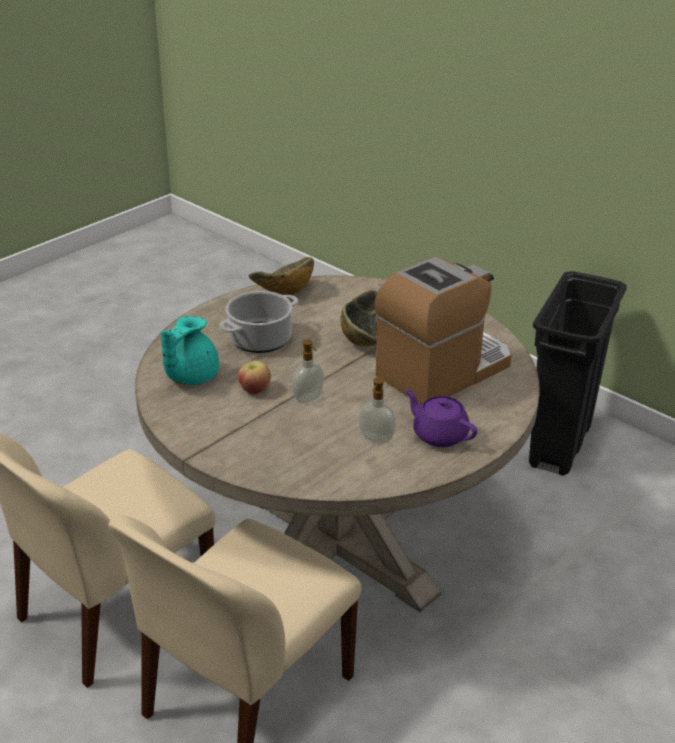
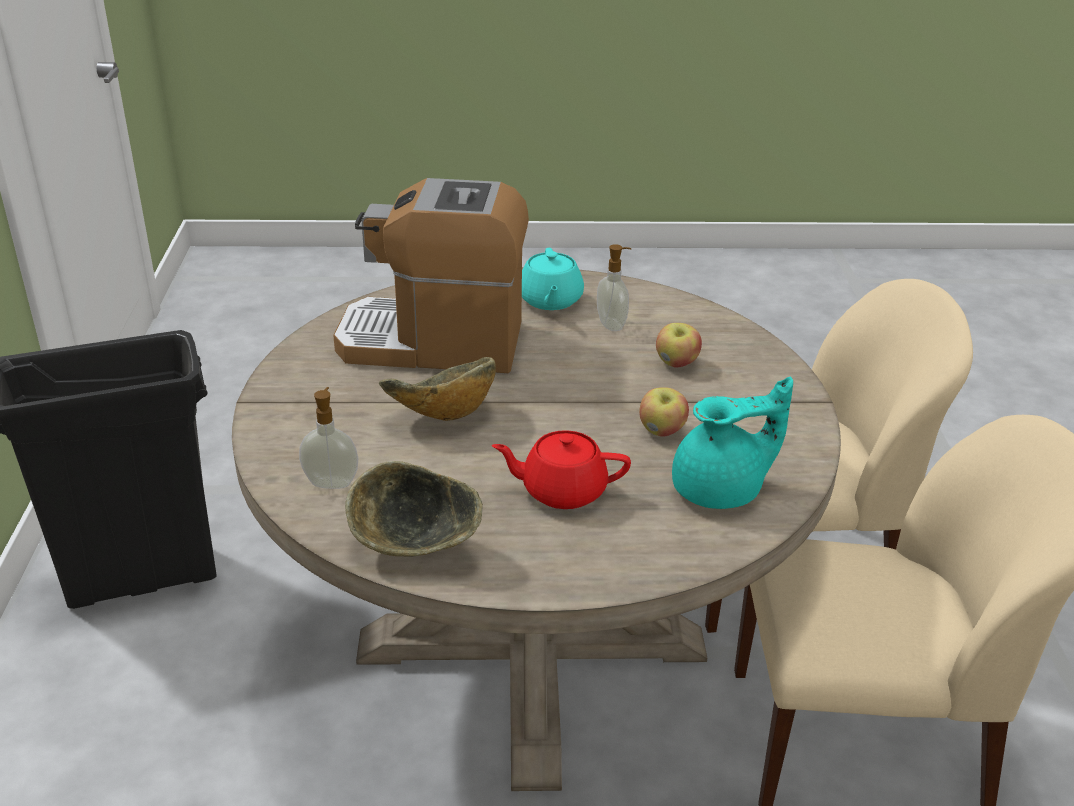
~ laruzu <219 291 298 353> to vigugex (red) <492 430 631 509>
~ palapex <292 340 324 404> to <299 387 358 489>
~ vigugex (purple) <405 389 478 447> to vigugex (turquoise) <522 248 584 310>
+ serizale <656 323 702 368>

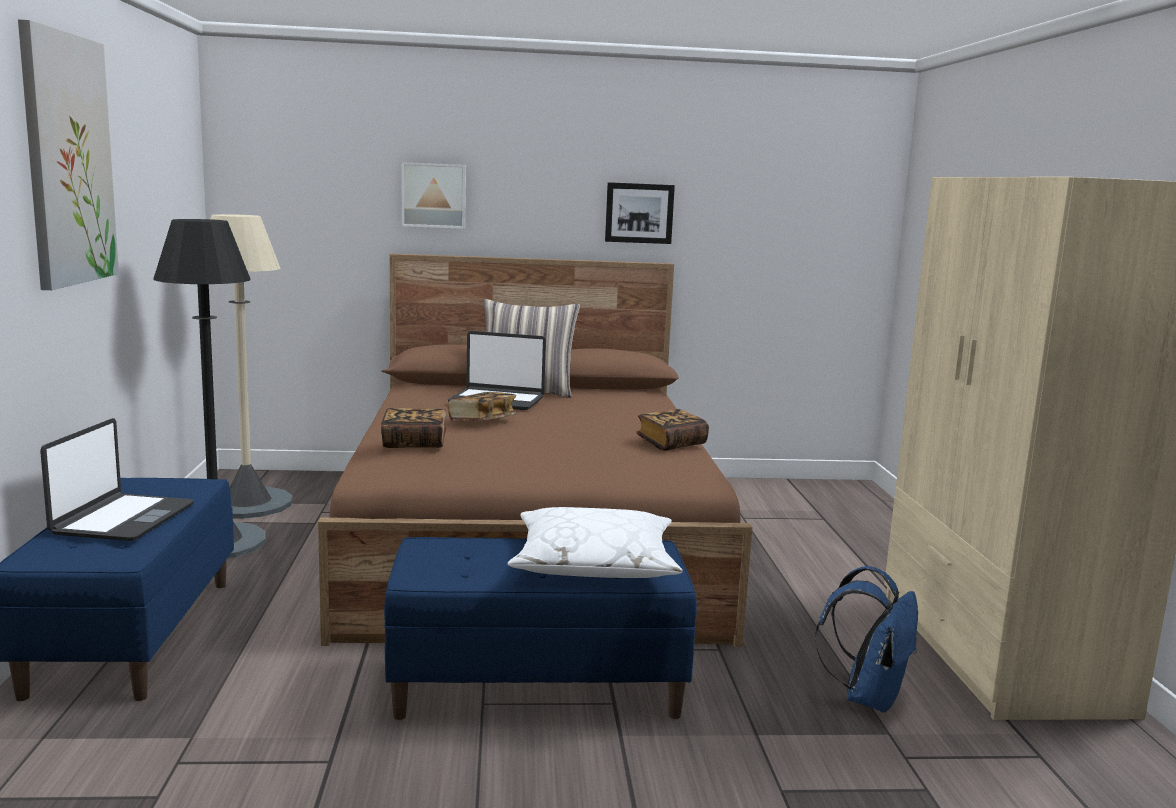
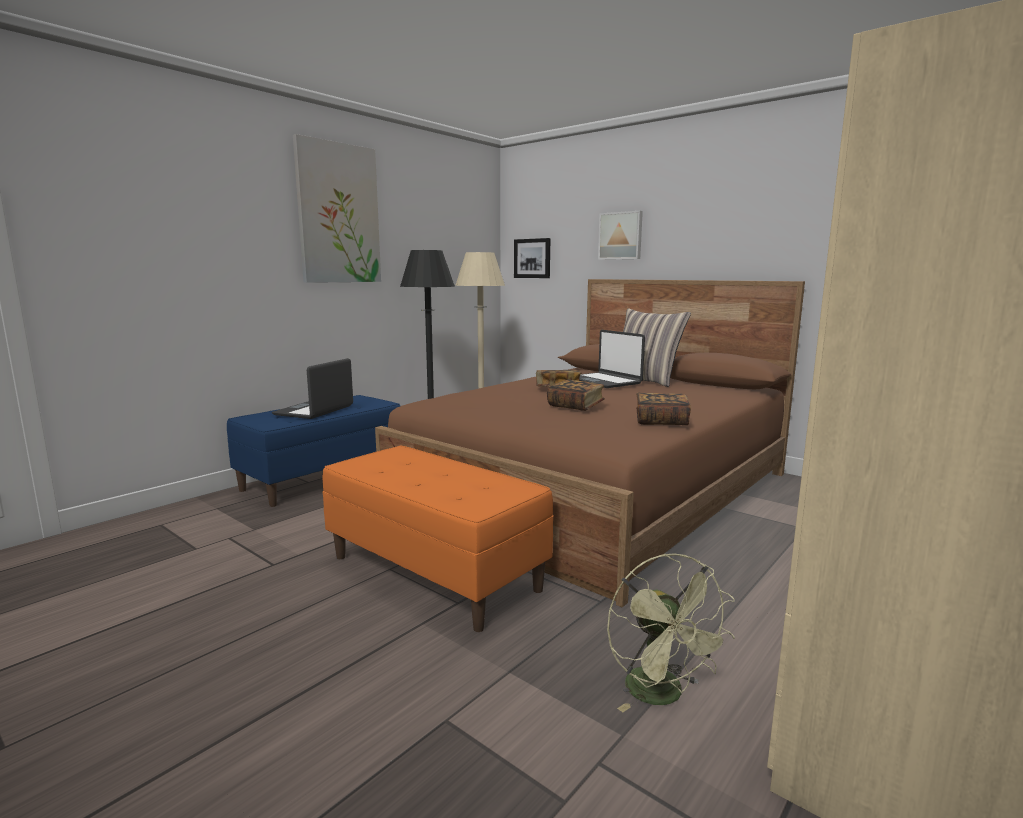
~ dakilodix <605 182 675 244> to <514 238 550 278>
~ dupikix <381 408 446 448> to <547 379 605 411>
~ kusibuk <40 418 194 541> = <272 358 353 419> 150 degrees clockwise
- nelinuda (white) <507 507 683 578>
~ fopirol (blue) <384 537 697 720> to fopirol (orange) <323 446 554 632>
~ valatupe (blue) <815 566 918 713> to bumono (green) <607 553 735 712>

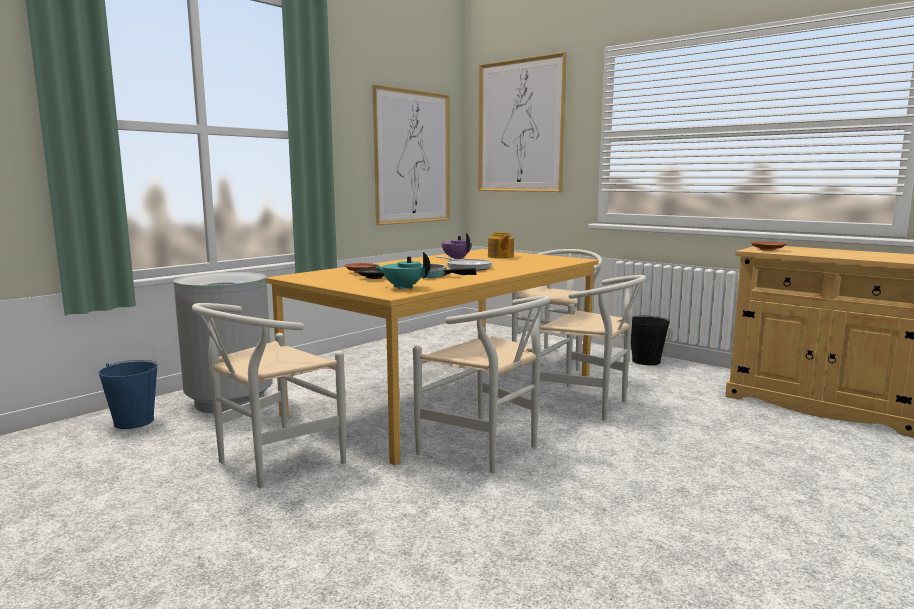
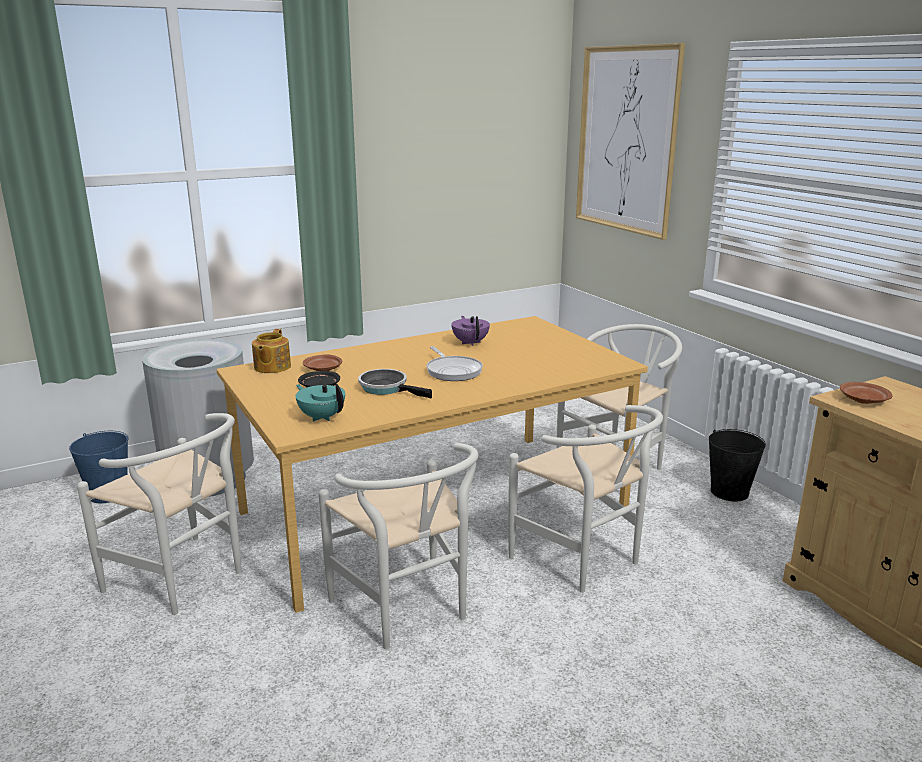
- dakilodix <373 84 450 225>
~ vigugex <488 232 514 258> to <252 329 291 373>
~ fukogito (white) <192 303 346 488> = <77 413 242 615> 120 degrees counterclockwise

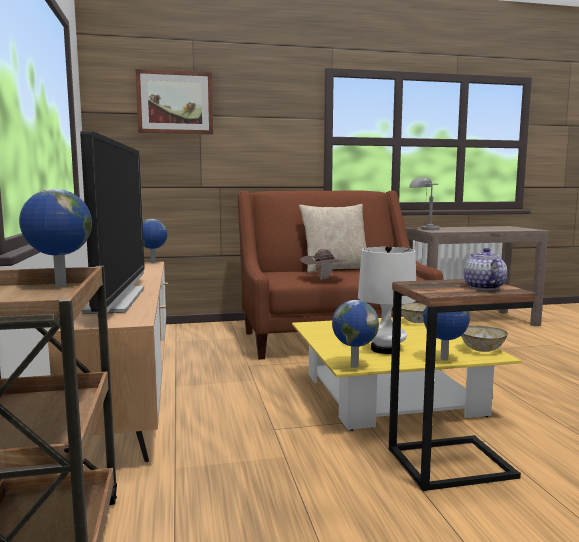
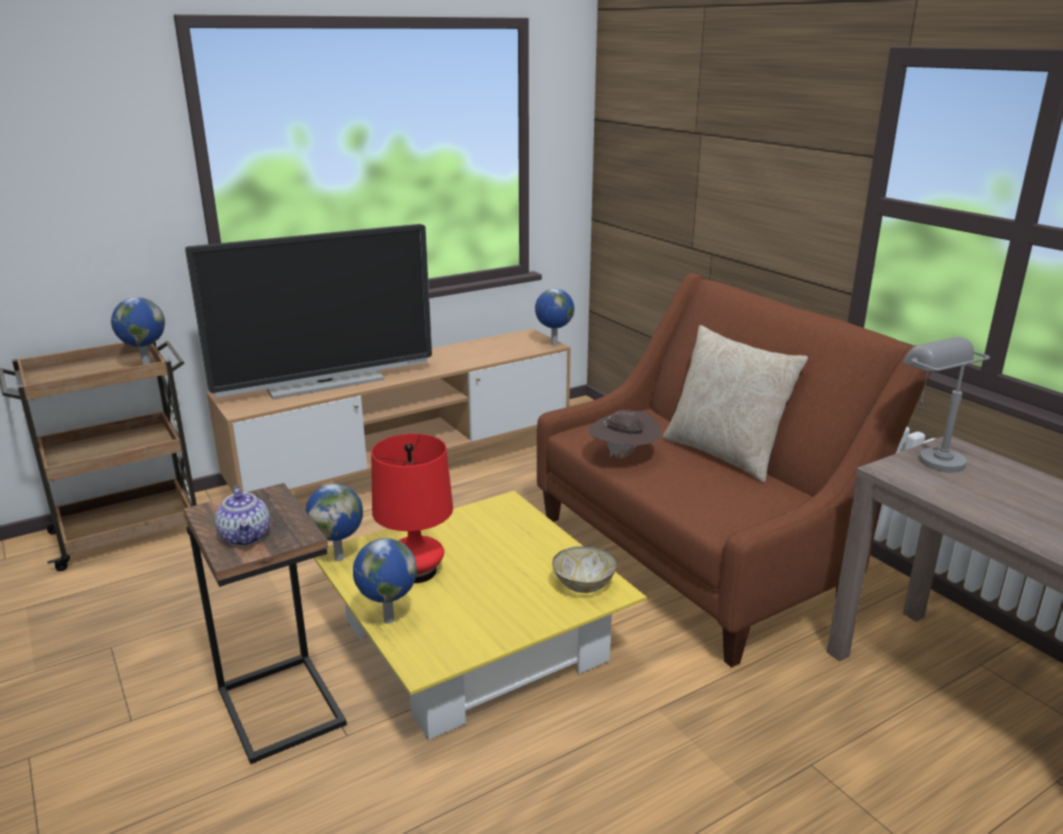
- dakilodix <136 69 213 135>
~ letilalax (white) <358 245 416 354> to letilalax (red) <371 434 453 583>
~ vigugex <463 248 507 290> = <215 486 270 546> 90 degrees clockwise
- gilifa <461 326 508 352>

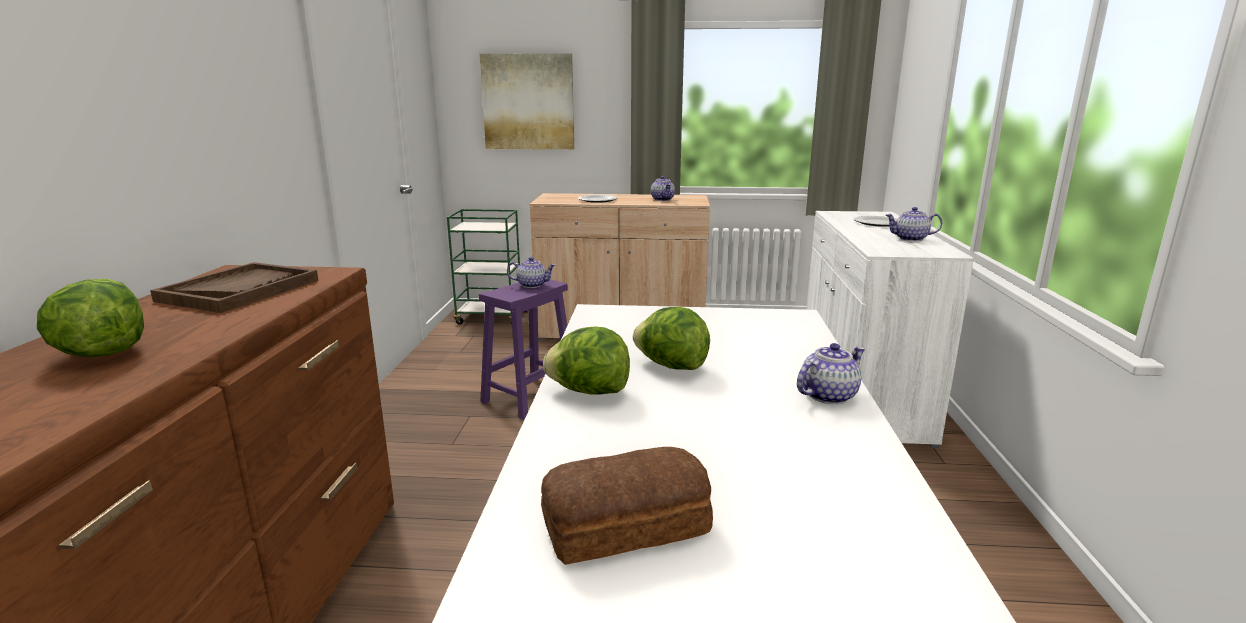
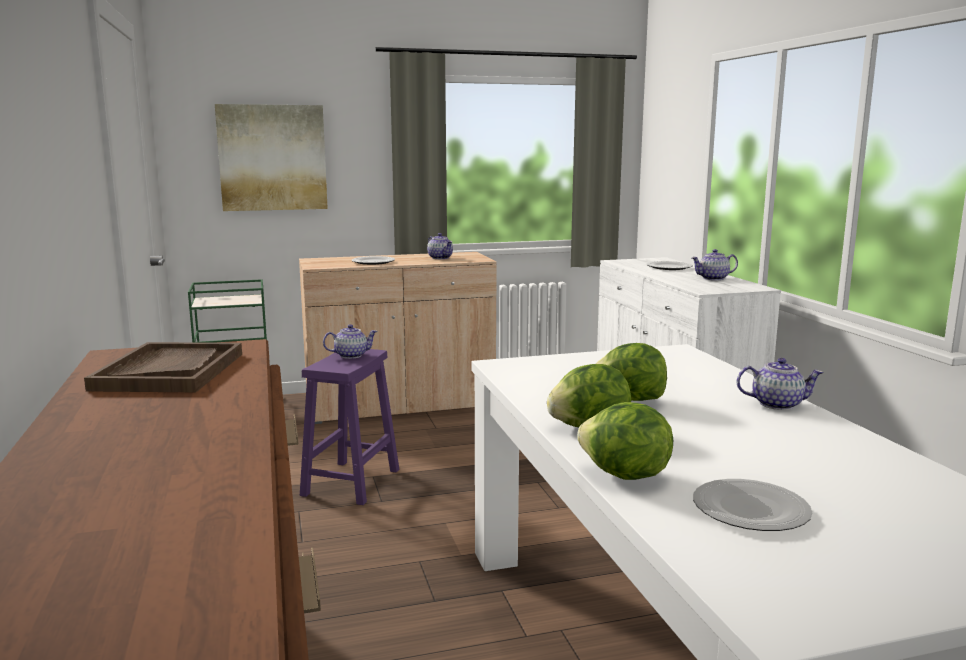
~ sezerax <37 279 144 357> to <577 402 673 480>
~ vigugex <797 343 865 404> = <737 358 824 410> 60 degrees clockwise
~ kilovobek <541 447 713 565> to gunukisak <693 479 813 531>

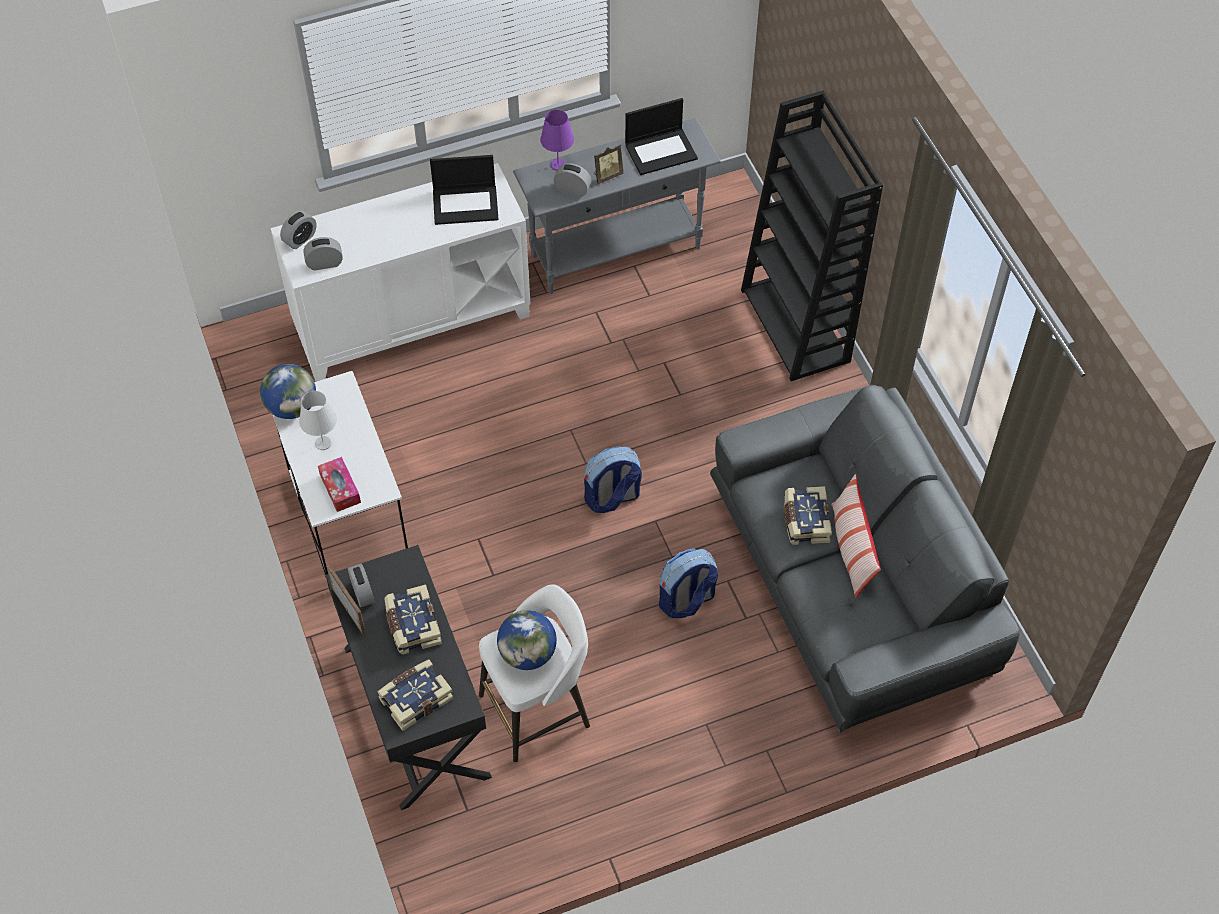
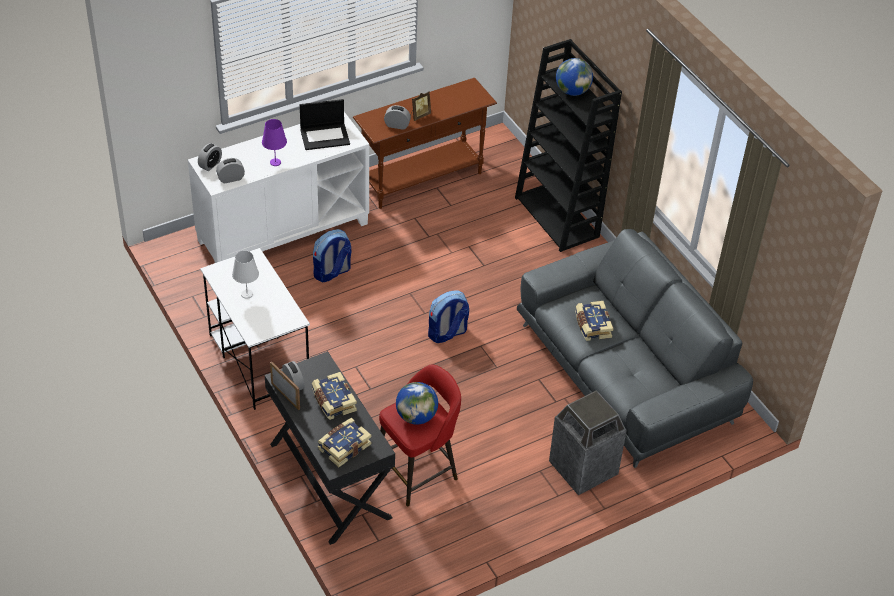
- kusibuk <625 98 698 175>
~ letilalax (purple) <540 110 574 170> to <262 119 287 166>
~ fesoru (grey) <513 118 721 294> to fesoru (brown) <353 78 497 209>
~ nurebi <260 364 316 419> to <556 58 593 96>
- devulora <318 457 361 512>
- nelinuda <831 474 881 598>
~ valatupe <659 549 718 618> to <313 229 351 282>
~ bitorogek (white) <479 584 590 762> to bitorogek (red) <379 364 461 507>
+ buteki <549 390 627 495>

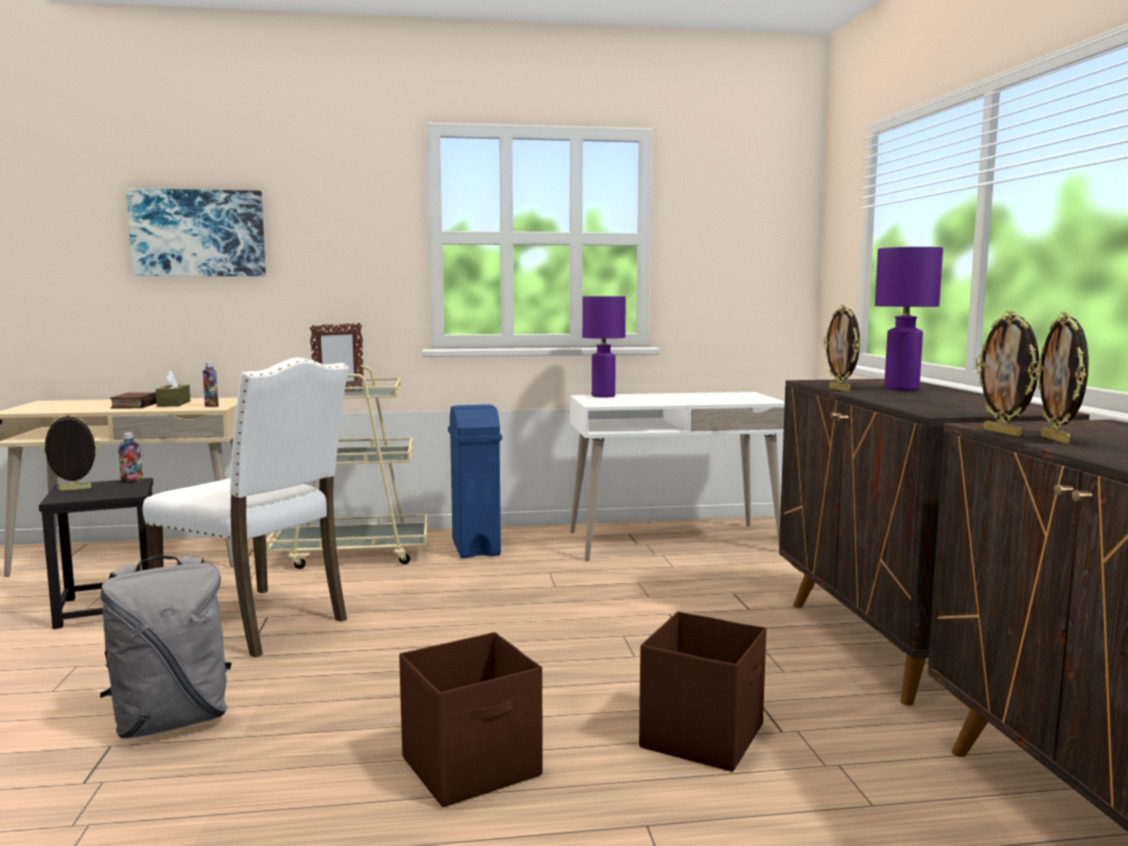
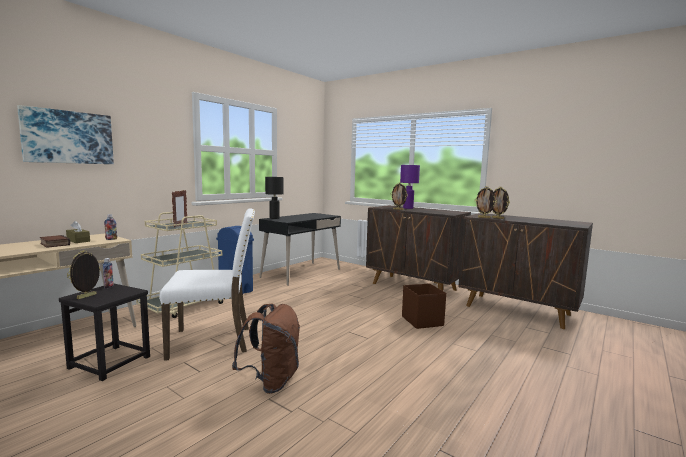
~ letilalax (purple) <582 296 626 398> to letilalax (black) <265 177 284 219>
~ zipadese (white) <570 392 785 561> to zipadese (black) <259 213 341 286>
~ valatupe (grey) <100 555 232 738> to valatupe (brown) <232 304 300 394>
- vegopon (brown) <399 632 543 807>

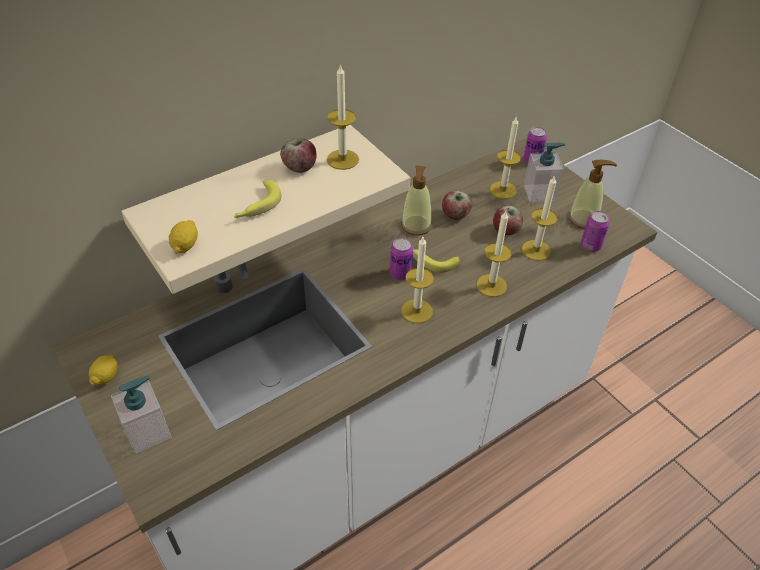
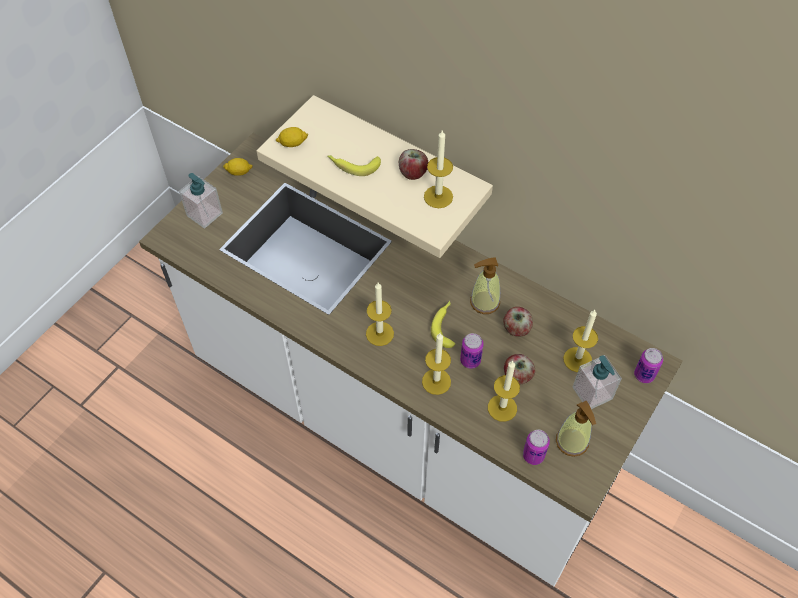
~ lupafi <390 238 413 280> to <460 333 484 369>

